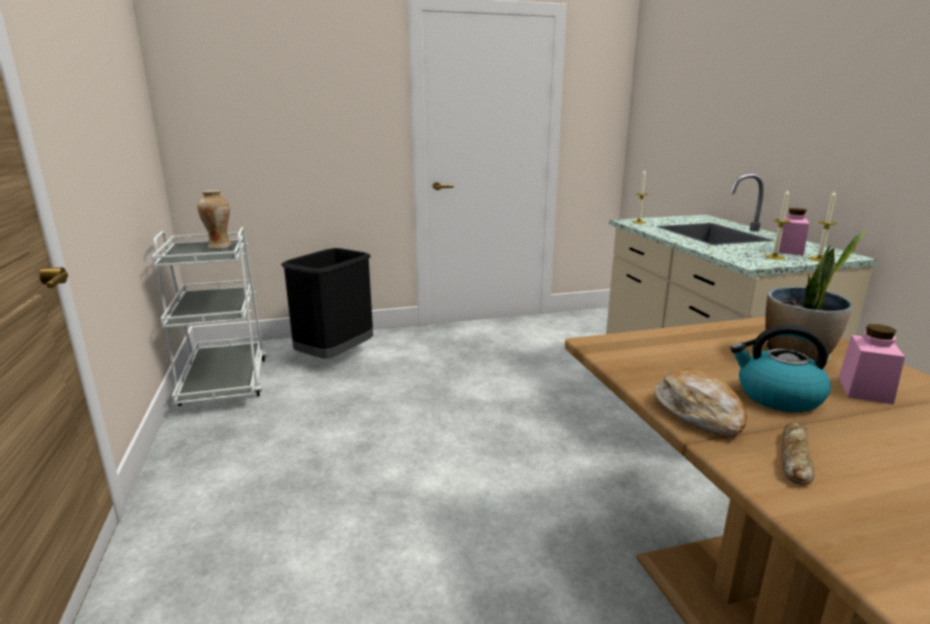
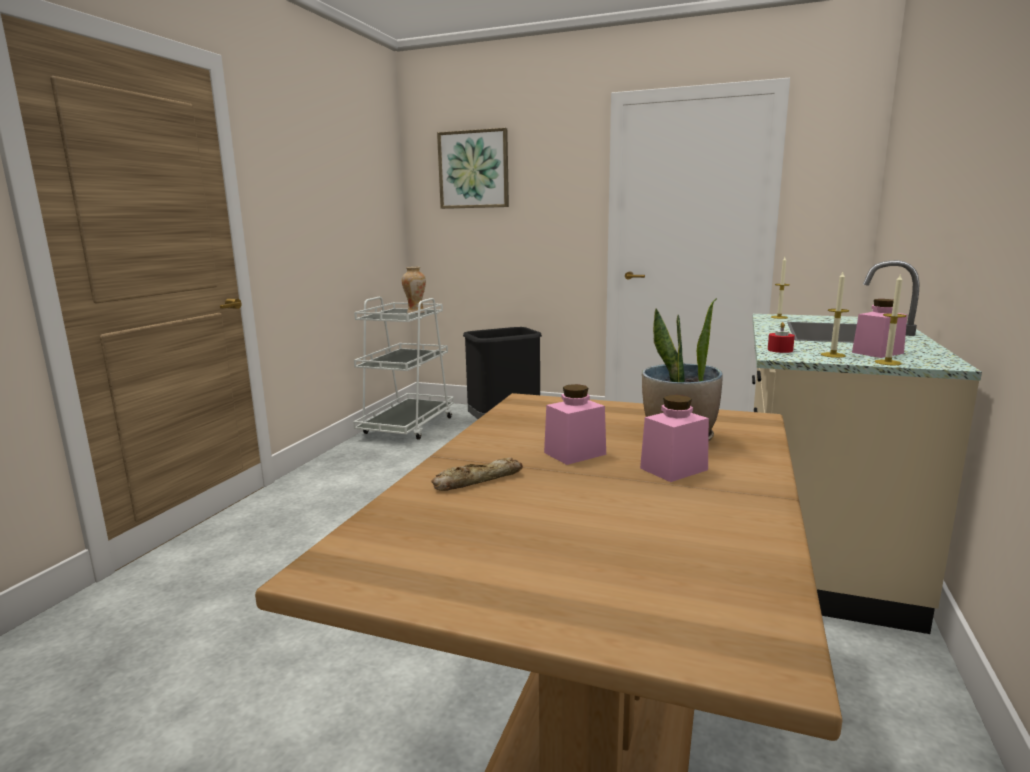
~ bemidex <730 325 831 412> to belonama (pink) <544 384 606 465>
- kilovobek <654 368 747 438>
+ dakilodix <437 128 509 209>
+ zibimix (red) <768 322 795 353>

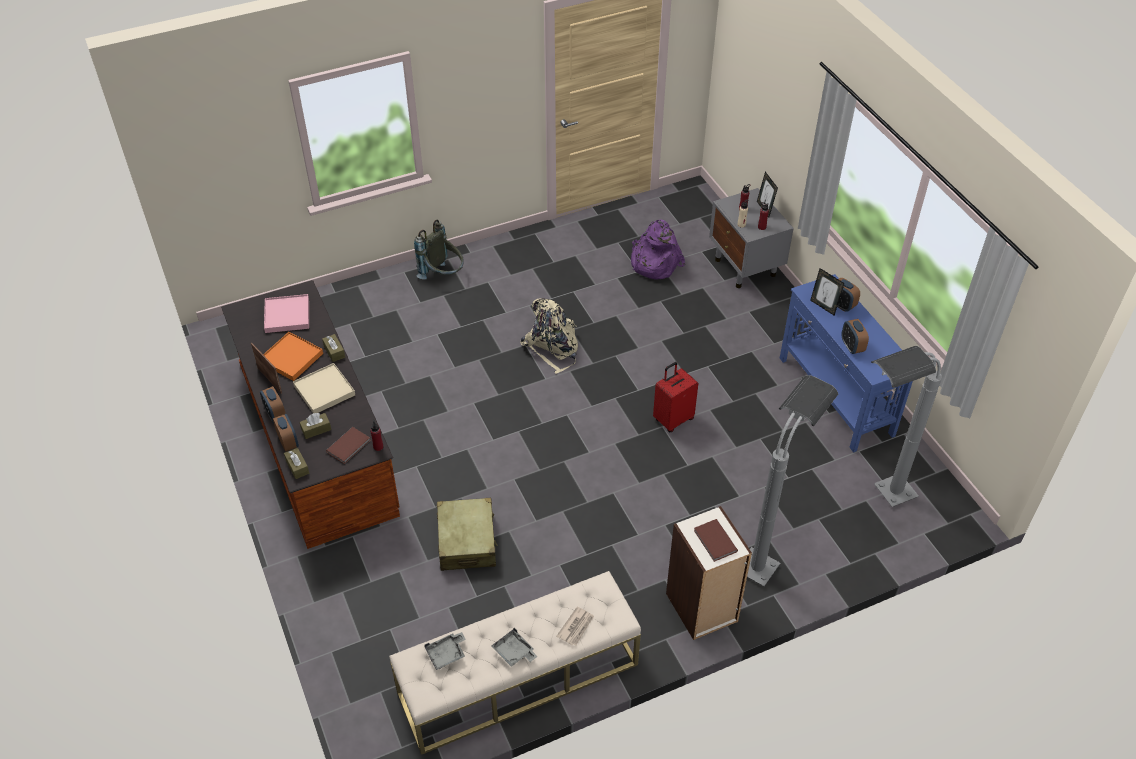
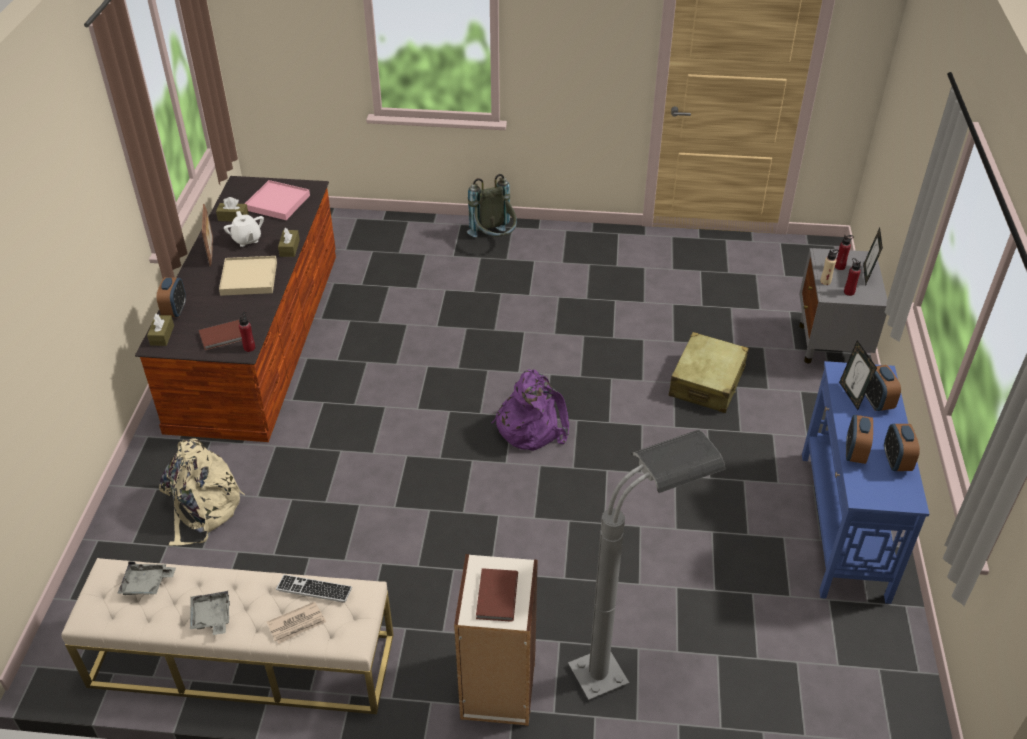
~ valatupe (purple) <631 220 685 279> to <492 369 569 451>
~ valatupe (beige) <520 298 578 374> to <159 438 245 546>
~ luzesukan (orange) <263 332 323 381> to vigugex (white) <224 211 264 247>
- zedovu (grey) <871 346 942 507>
- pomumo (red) <653 362 698 432>
~ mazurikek <260 386 286 423> to <884 424 920 471>
~ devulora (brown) <300 413 331 439> to <216 197 249 222>
~ pomumo (beige) <437 498 497 571> to <669 332 749 413>
+ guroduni <276 575 352 603>

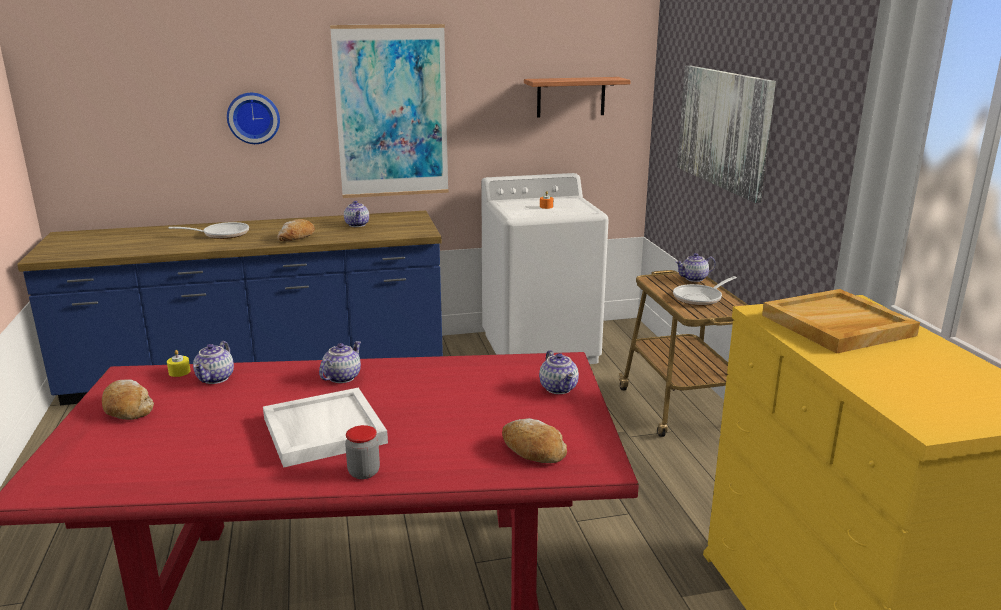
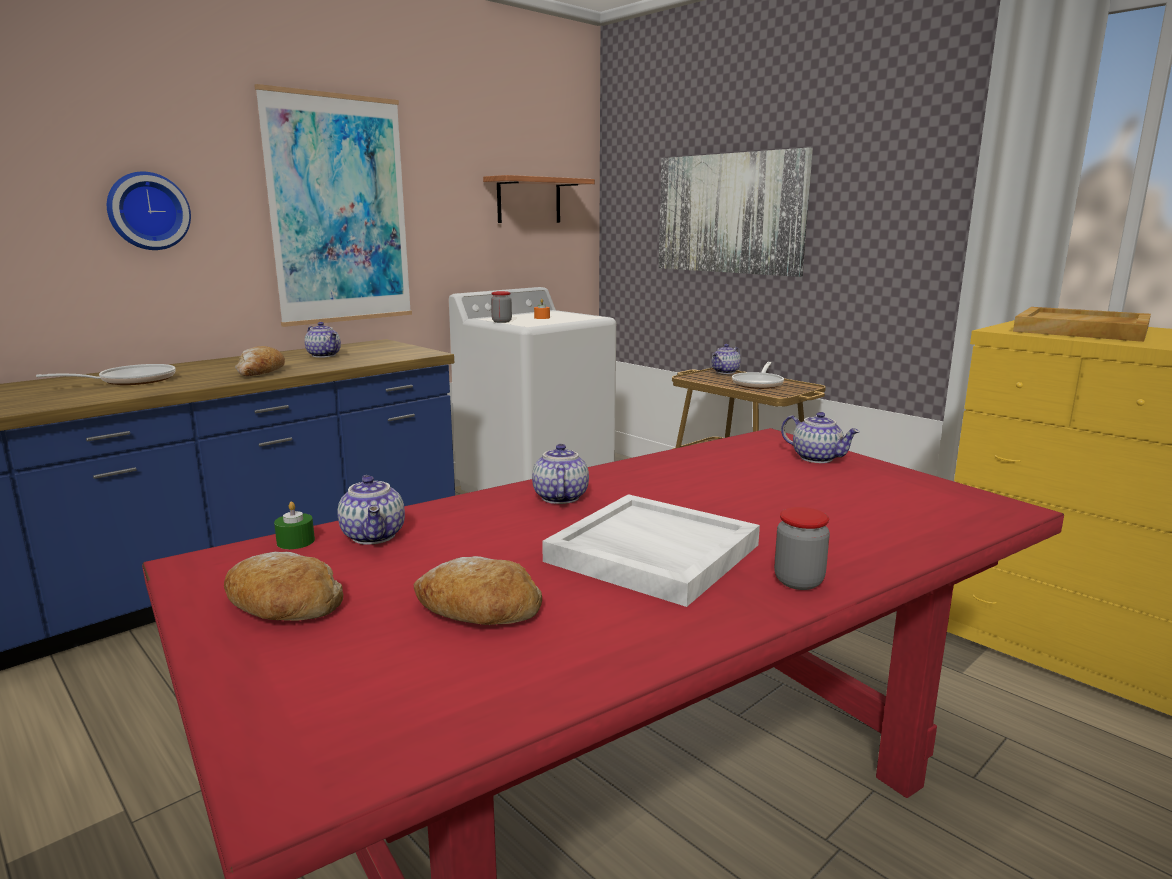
~ zibimix (yellow) <167 350 191 377> to zibimix (green) <274 502 315 549>
~ kilovobek <502 418 567 463> to <414 556 542 625>
+ belonama <491 291 512 323>

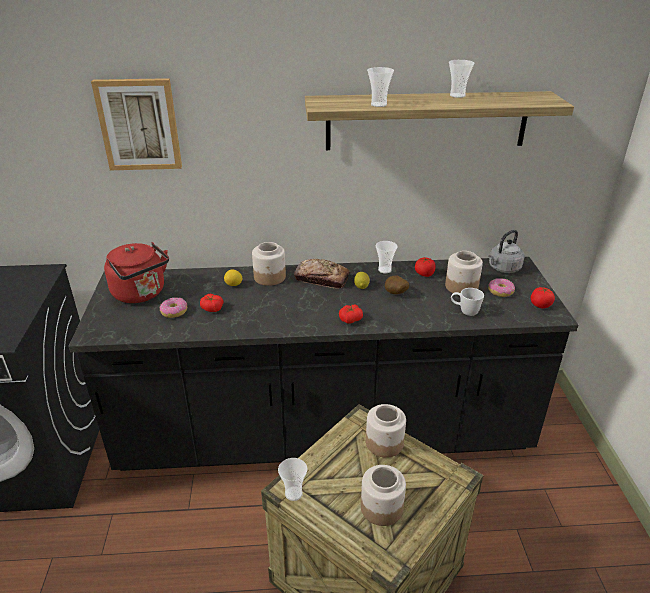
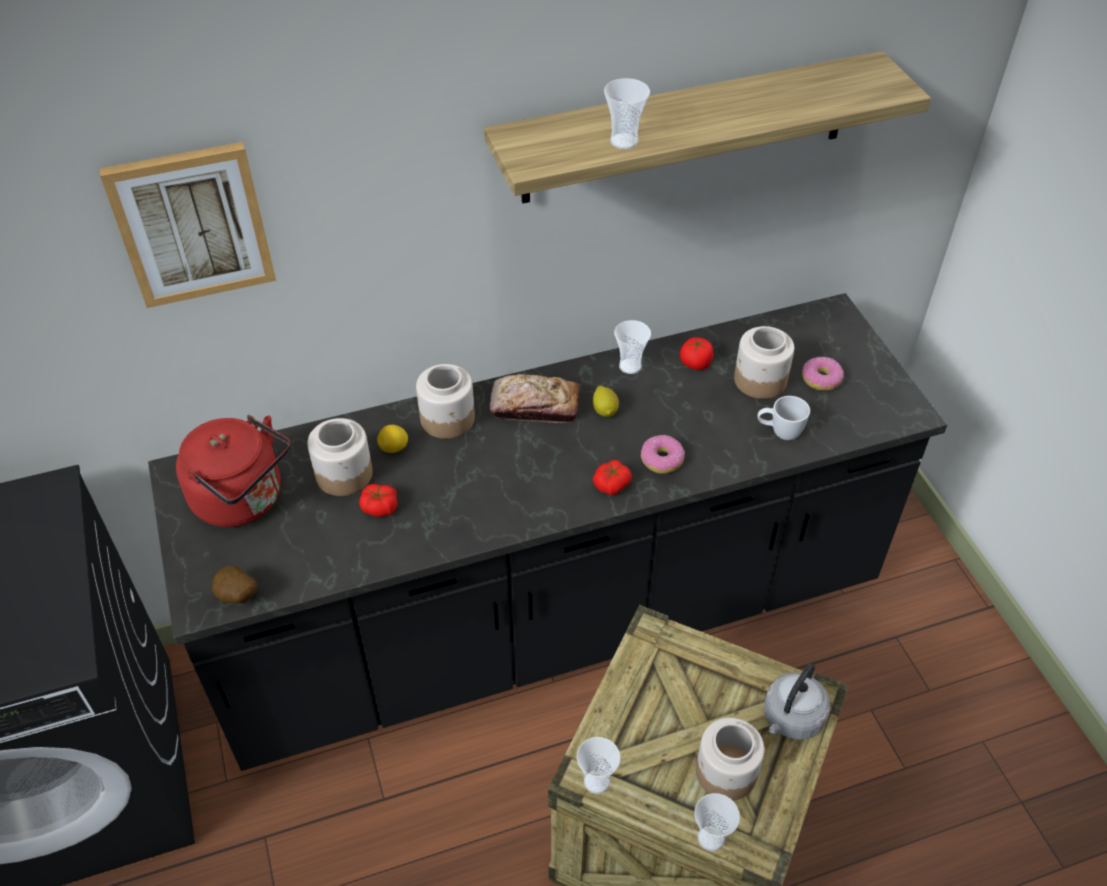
~ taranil <449 60 474 98> to <694 793 740 851>
~ bemidex (grey) <488 230 525 273> to <764 663 830 740>
~ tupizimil <385 276 409 294> to <212 566 257 604>
- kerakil <531 287 555 308>
~ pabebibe <160 297 187 318> to <641 435 685 474>
~ belonama <366 404 406 458> to <307 418 373 496>

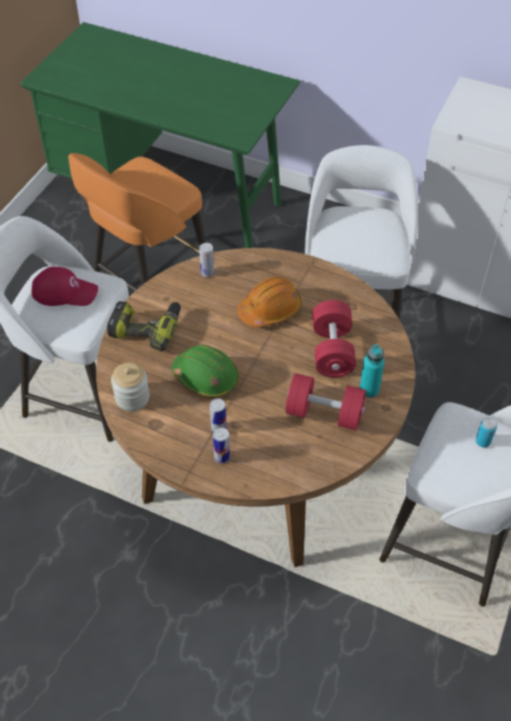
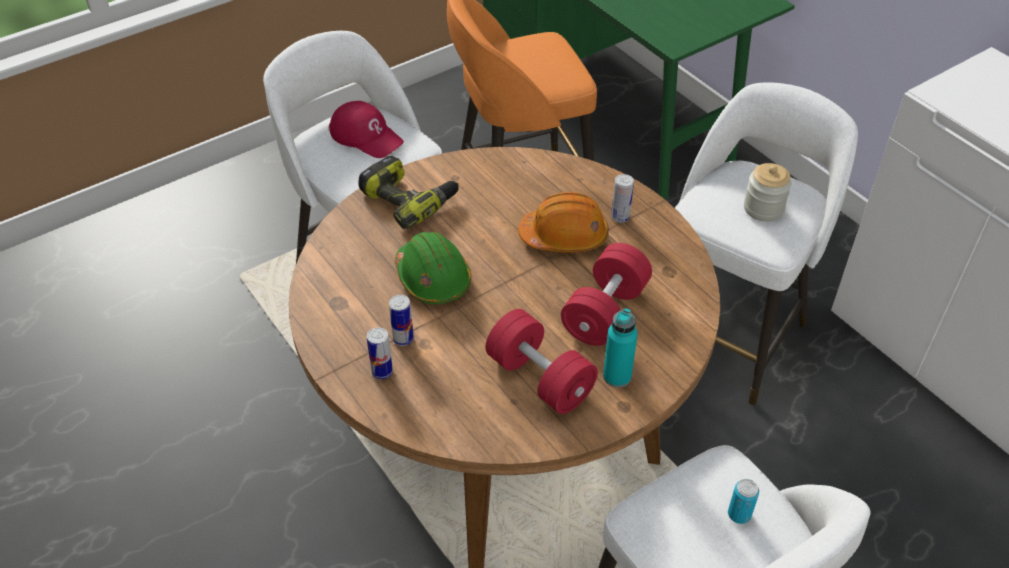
~ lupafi <199 243 214 277> to <611 174 634 223>
~ belonama <111 362 150 411> to <744 163 792 222>

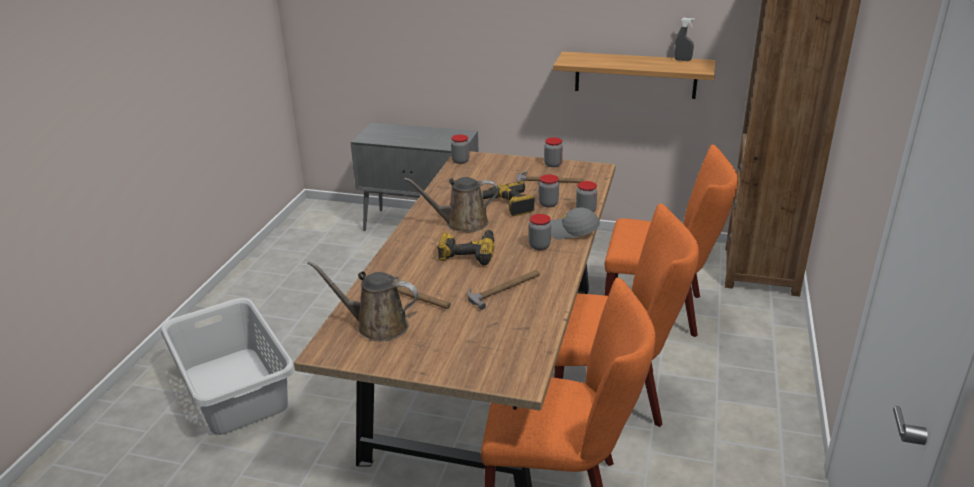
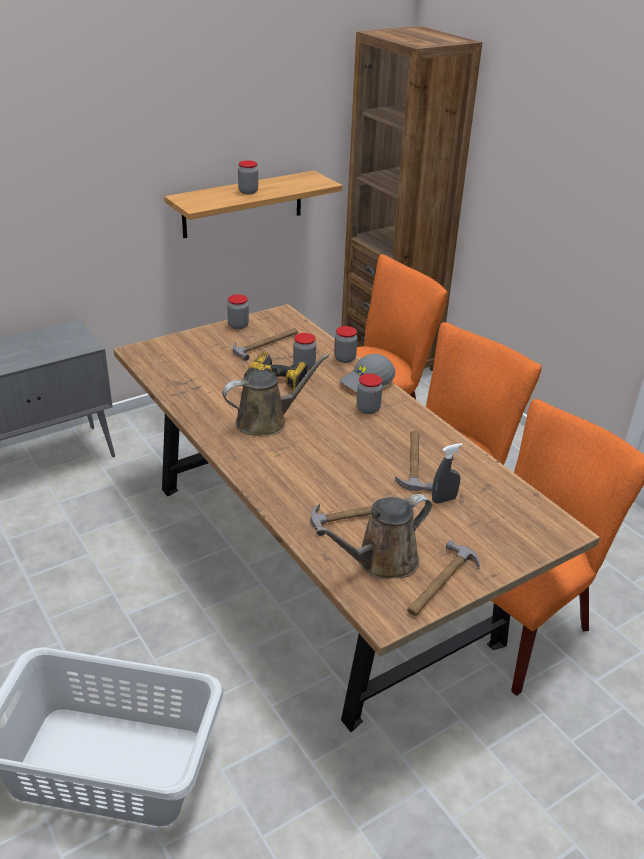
~ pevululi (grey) <674 18 694 61> to <432 443 463 503>
~ belonama <451 134 469 164> to <238 160 258 194>
~ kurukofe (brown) <404 177 498 232> = <222 354 329 437> 150 degrees counterclockwise
- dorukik <438 230 495 266>
+ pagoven <407 540 480 616>

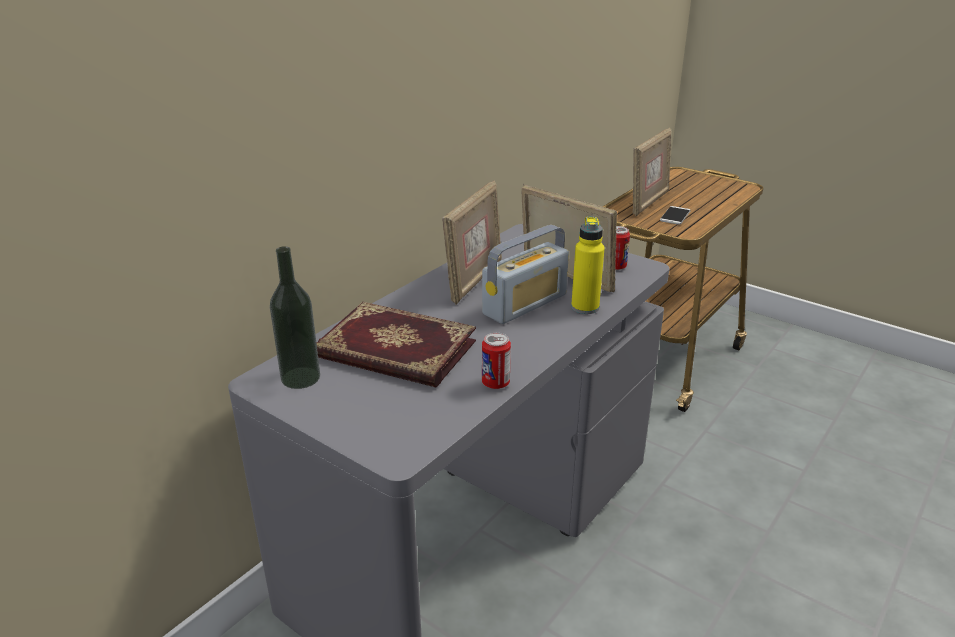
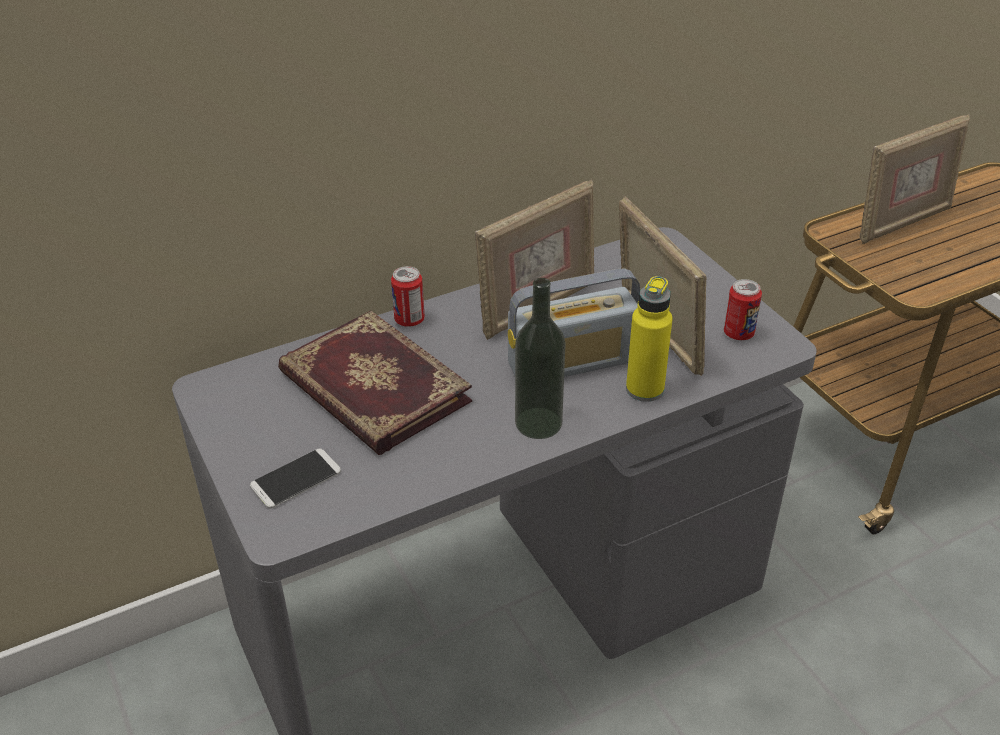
~ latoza <660 206 691 225> to <250 449 341 508>
~ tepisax <270 246 320 389> to <515 278 566 439>
~ lupafi <482 333 511 389> to <391 266 425 327>

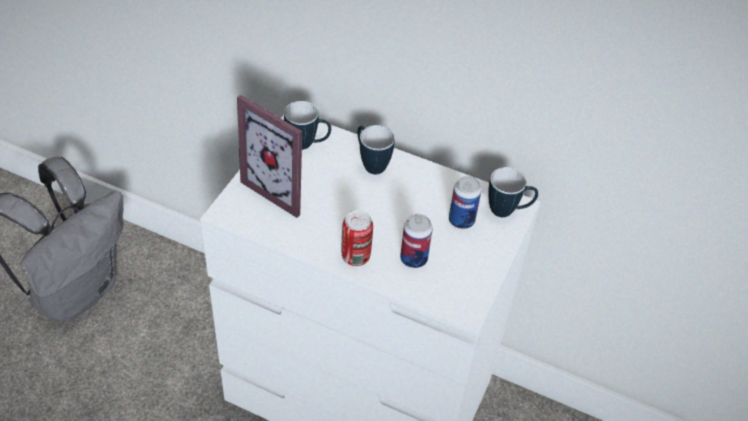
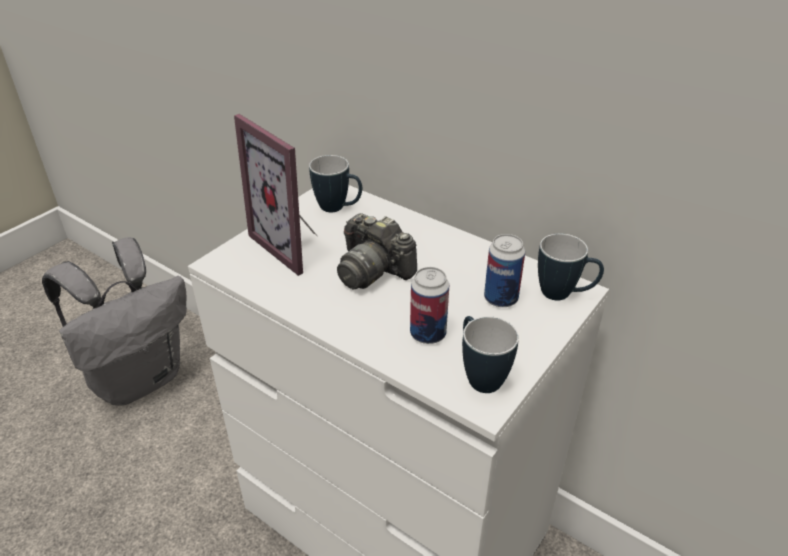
~ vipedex <357 125 395 174> to <462 316 519 393>
- lupafi <342 210 373 266>
+ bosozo <337 213 417 289>

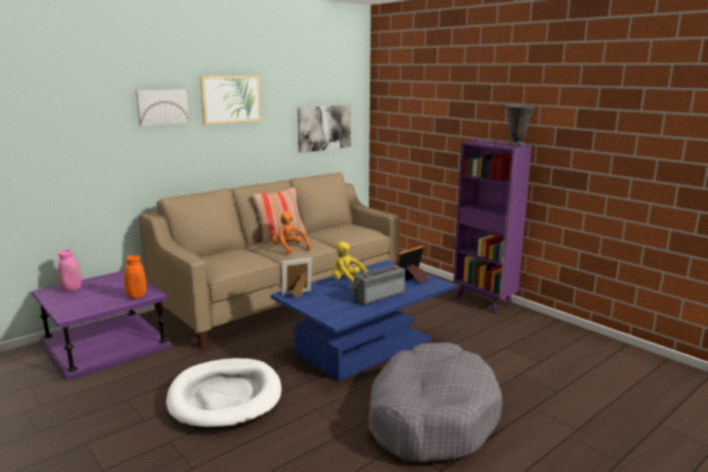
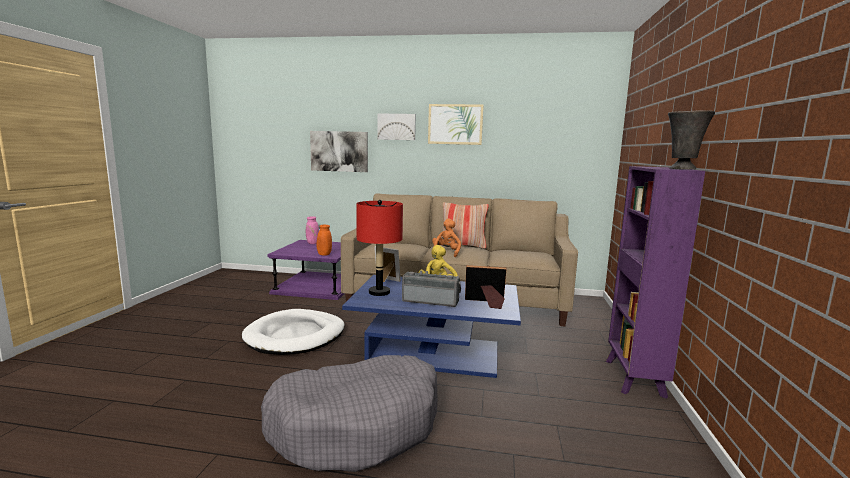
~ dakilodix <297 105 351 153> to <310 131 368 172>
+ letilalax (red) <356 200 403 296>

